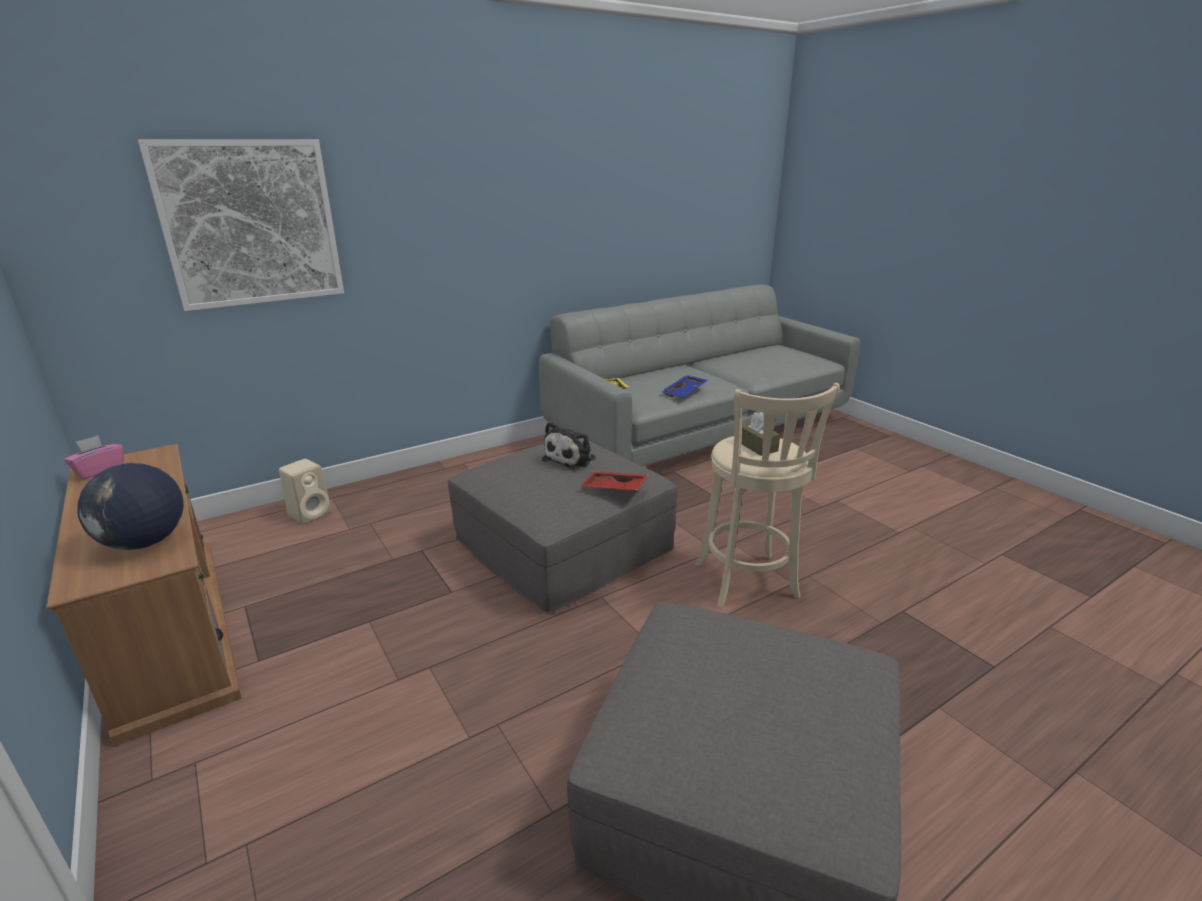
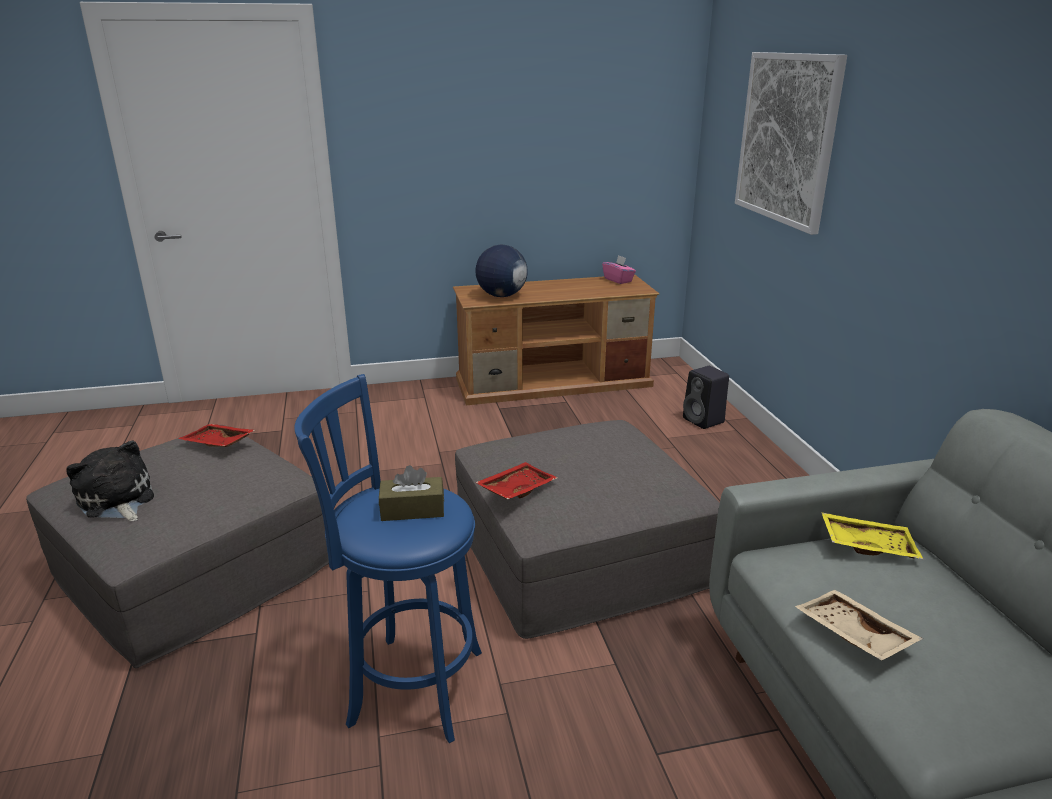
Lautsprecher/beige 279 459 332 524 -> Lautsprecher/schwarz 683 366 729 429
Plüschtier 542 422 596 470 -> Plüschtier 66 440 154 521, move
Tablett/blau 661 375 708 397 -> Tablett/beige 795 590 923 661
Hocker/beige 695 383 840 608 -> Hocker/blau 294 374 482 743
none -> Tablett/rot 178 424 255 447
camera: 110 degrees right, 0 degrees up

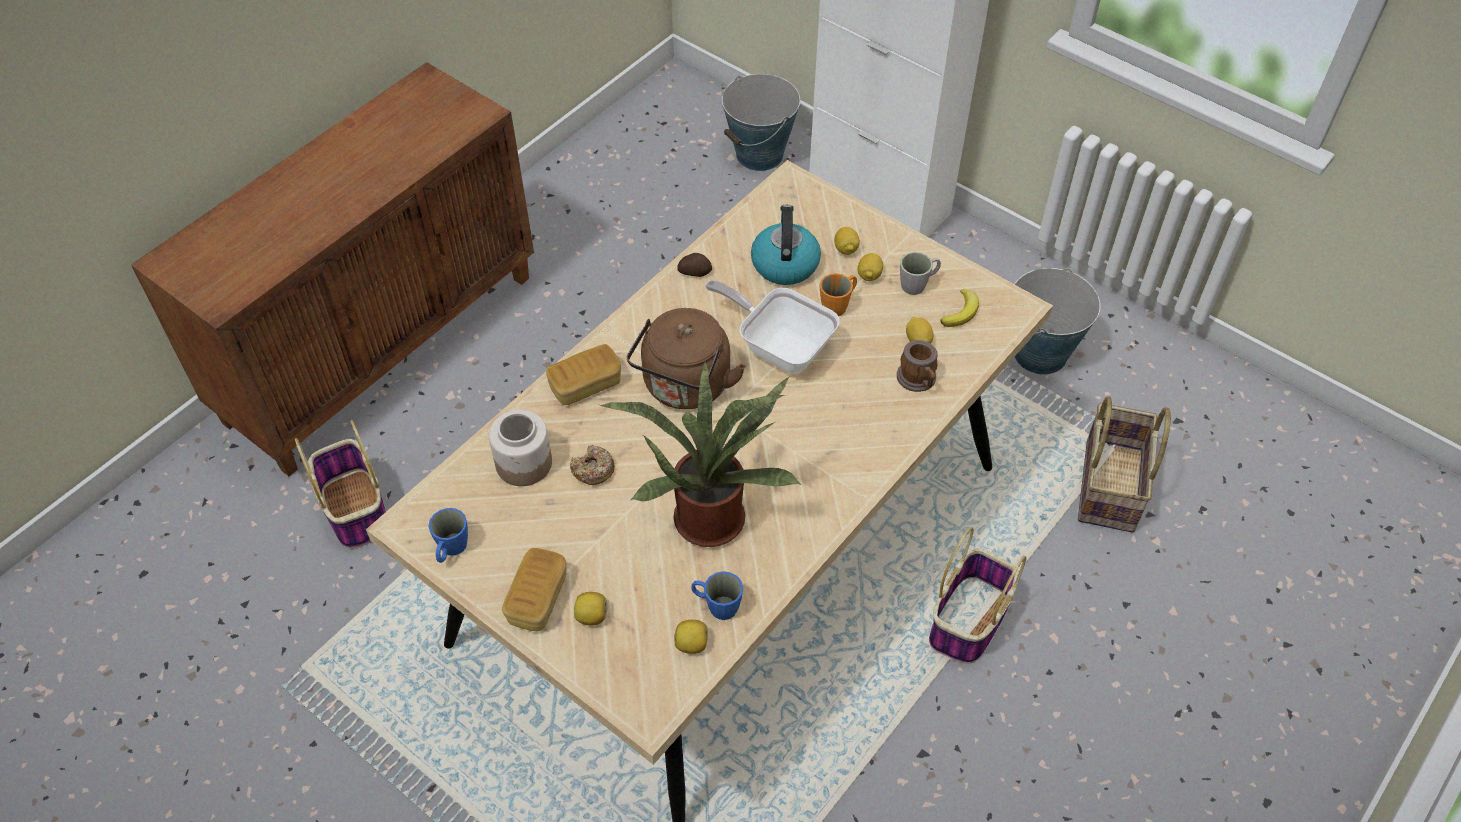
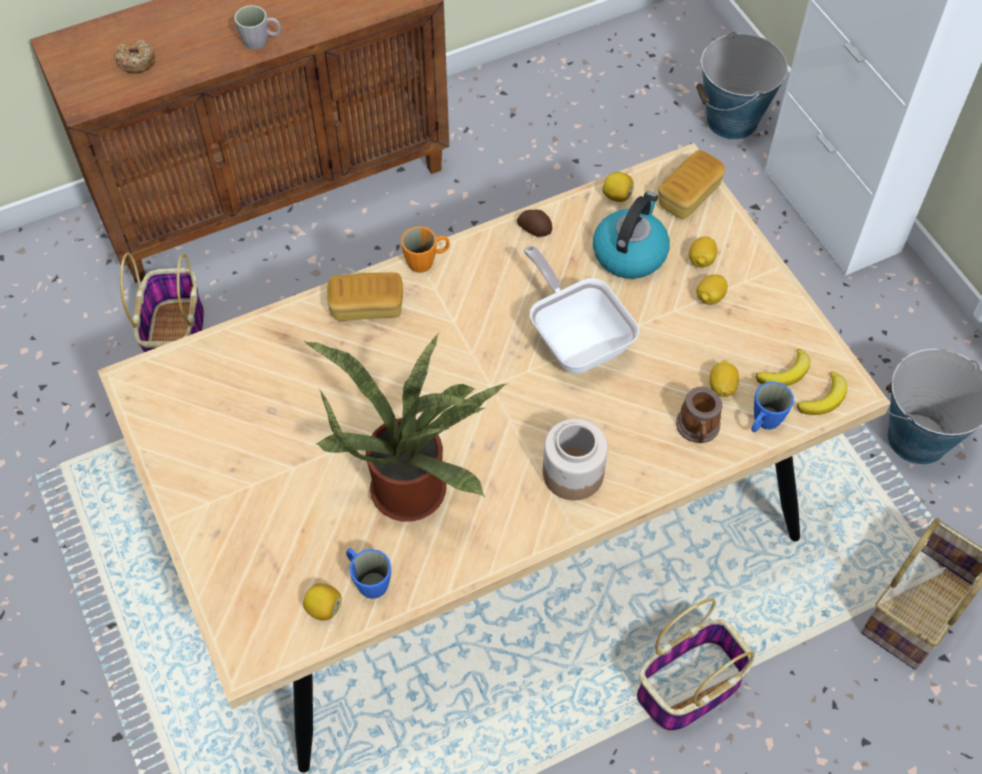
Henkelbecher/blau 428 508 468 563 -> Henkelbecher/blau 751 381 794 432, move
Vorratsglas 489 410 552 486 -> Vorratsglas 543 419 608 500, move
Brot 502 548 567 631 -> Brot 658 150 725 219, move
Donut 570 445 615 485 -> Donut 115 40 155 74, move
Zitrone 574 592 607 625 -> Zitrone 602 172 634 202, move
Wasserkessel/braun 627 308 746 409 -> none
Henkelbecher/orange 820 273 857 316 -> Henkelbecher/orange 401 226 450 273, move
Henkelbecher/grau 900 252 941 295 -> Henkelbecher/grau 234 5 281 49, move
none -> Banane 797 372 848 415
camera: 25 degrees right, 5 degrees up

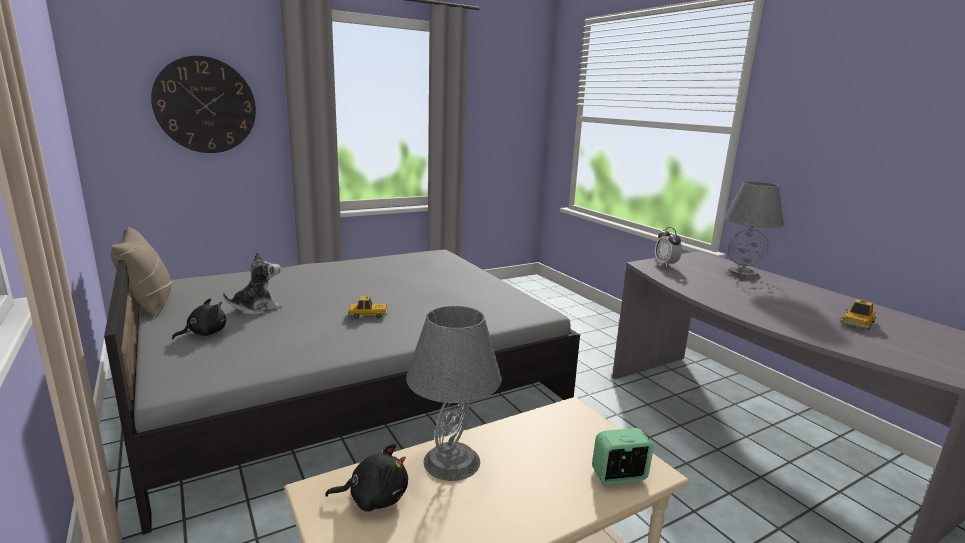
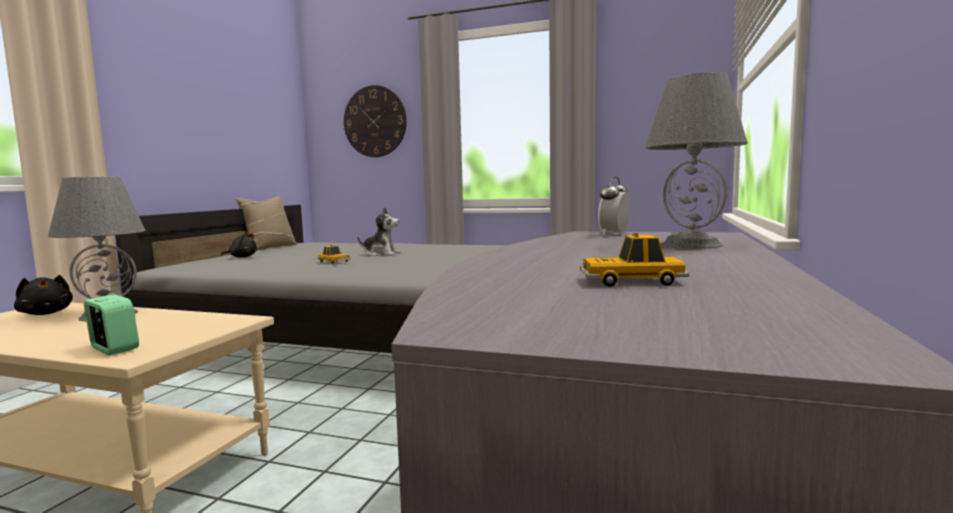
Plüschtier 223 252 282 315 -> Plüschtier 357 207 400 256, move
camera: 50 degrees right, 10 degrees down

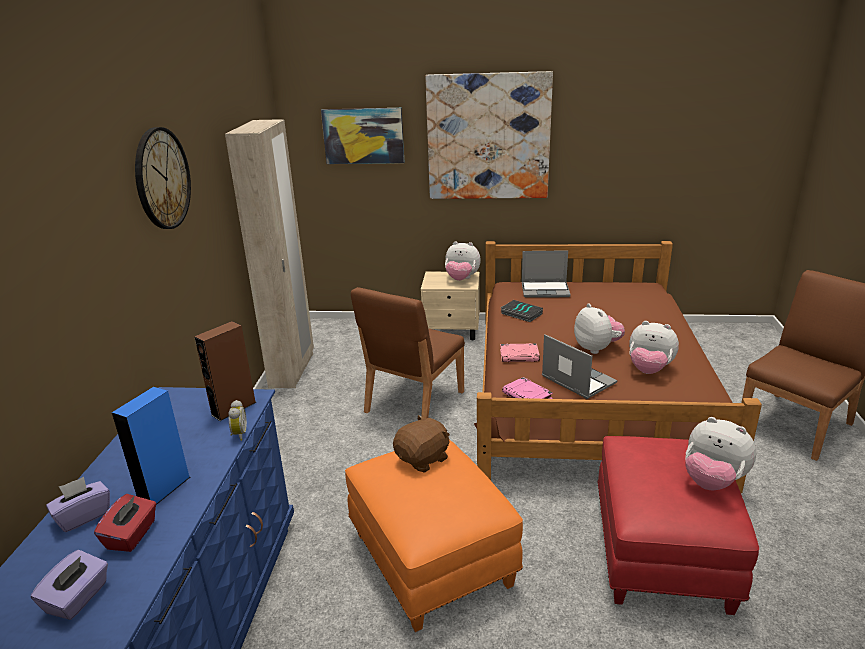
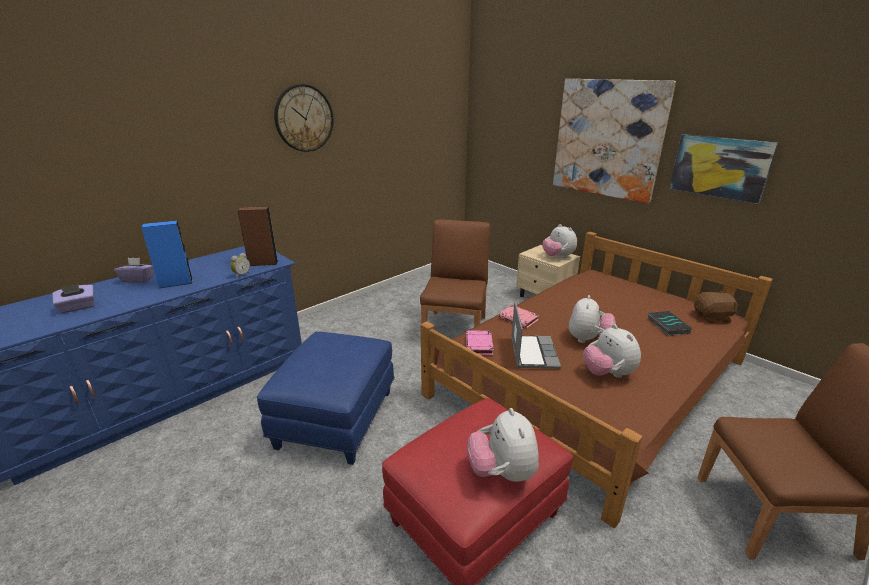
Taschentuchbox/rot 94 494 156 552 -> none
Kleiderschrank/beige 225 119 314 388 -> none
Bild 321 108 404 164 -> Bild 669 134 779 204, move
Polsterhocker/orange 345 439 523 632 -> Polsterhocker/blau 257 332 394 465
Stuhl/braun 351 287 465 418 -> Stuhl/braun 420 220 490 327, 120 degrees clockwise
Plüschtier/braun 393 415 450 473 -> Plüschtier/braun 694 291 739 323, move
Buch 500 300 543 322 -> Buch 647 311 692 336, move
Laptop 522 250 571 298 -> none
camera: 40 degrees right, 0 degrees up

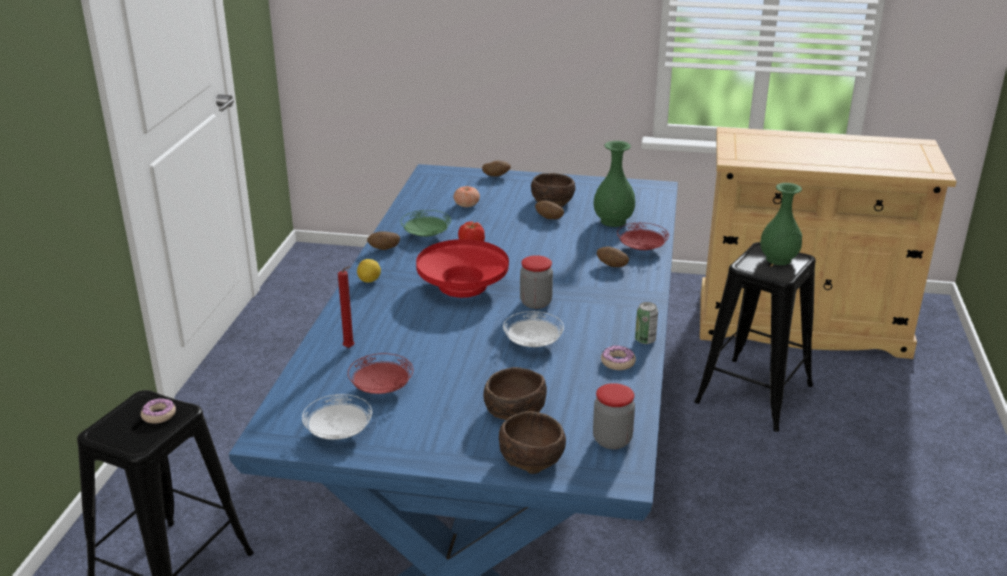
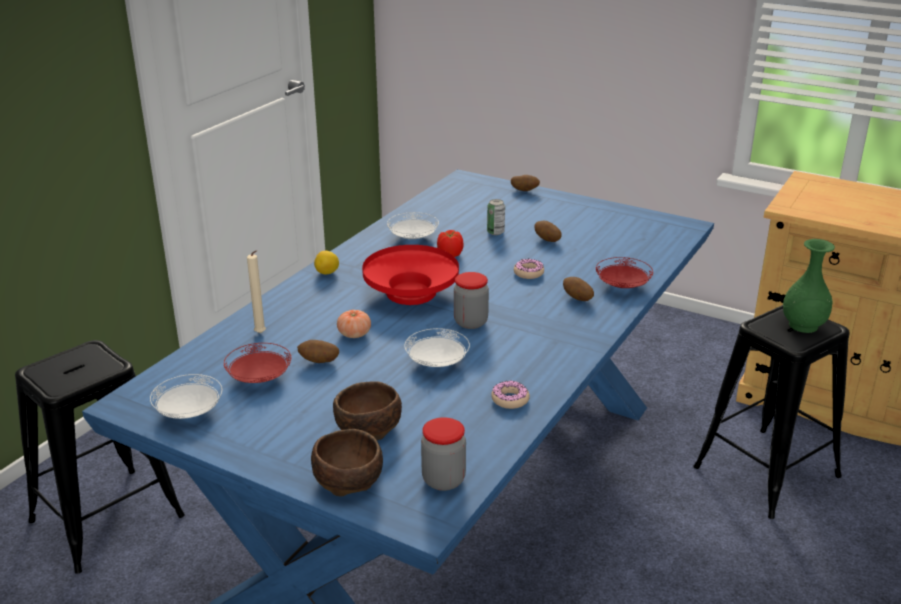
Donut 141 398 176 423 -> Donut 514 259 544 279, move
Kerze/rot 338 266 355 348 -> Kerze/beige 247 250 266 334
Kartoffel 367 232 400 250 -> Kartoffel 297 340 339 363, move
Teller/grün 401 210 451 237 -> Teller/weiß 387 212 439 239
Tomate 453 186 480 207 -> Tomate 337 310 371 338, move
Schüssel/braun 531 173 575 207 -> none
Vase/grün 594 141 635 227 -> none
Dose 635 302 658 344 -> Dose 487 199 505 235, move
camera: 20 degrees right, 0 degrees up

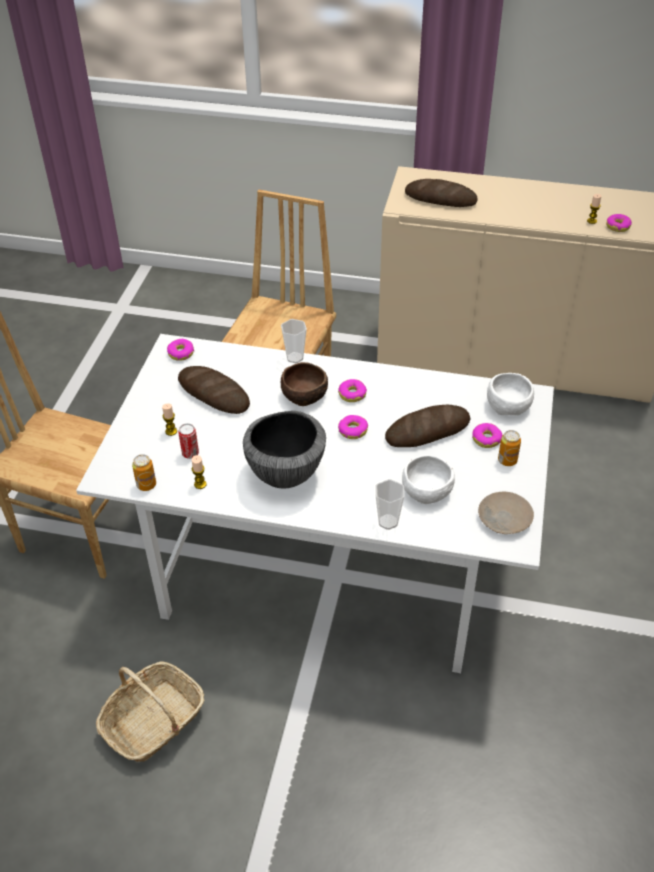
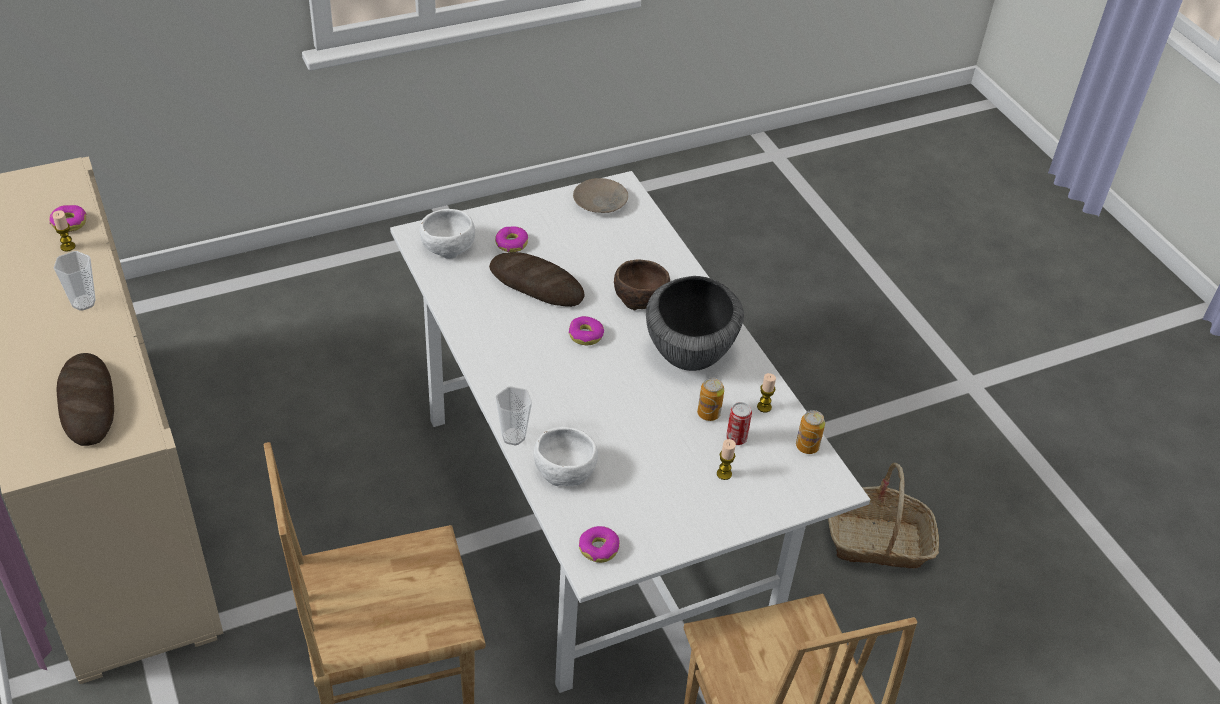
Brot 178 366 250 414 -> none
Schüssel/braun 281 362 328 406 -> Schüssel/braun 614 259 670 310, move
Donut 338 379 367 402 -> none
Tasse 375 479 404 530 -> Tasse 54 251 96 311, move
Schüssel/weiß 402 455 455 504 -> Schüssel/weiß 534 427 598 486, move
Dose 498 430 521 466 -> Dose 697 377 724 421, move
camera: 130 degrees left, 0 degrees up

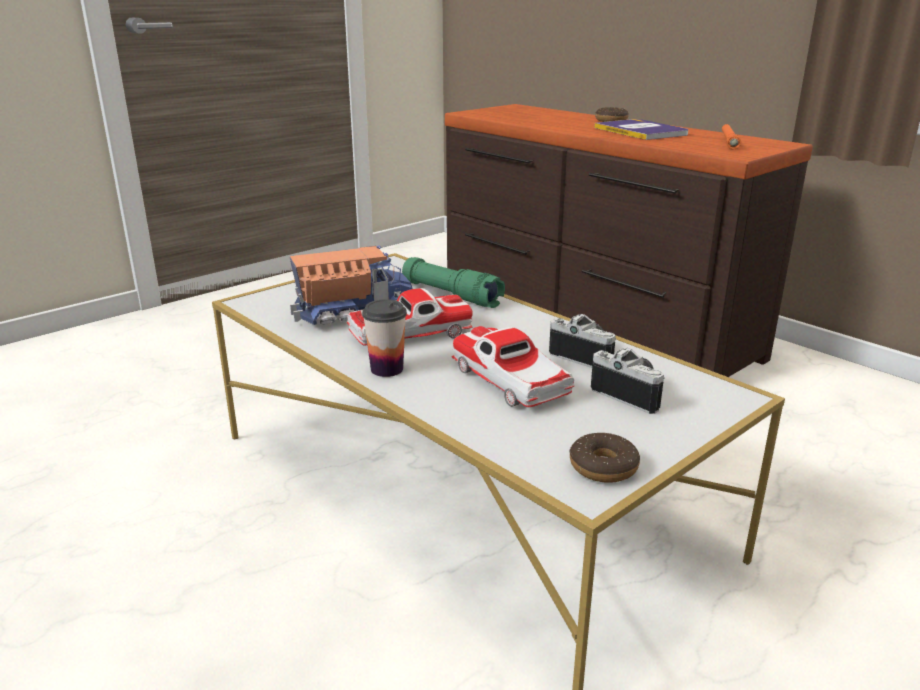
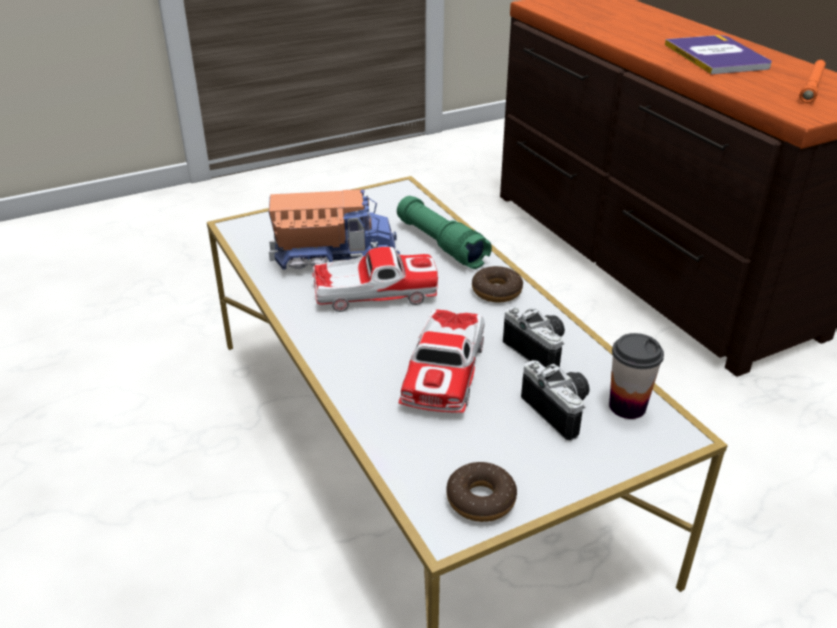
Tasse 362 299 407 377 -> Tasse 609 333 664 419, move
Spielzeugauto 451 326 575 407 -> Spielzeugauto 398 309 485 413, 150 degrees counterclockwise
Donut 595 107 629 122 -> Donut 472 266 523 303, move
camera: 15 degrees right, 10 degrees up

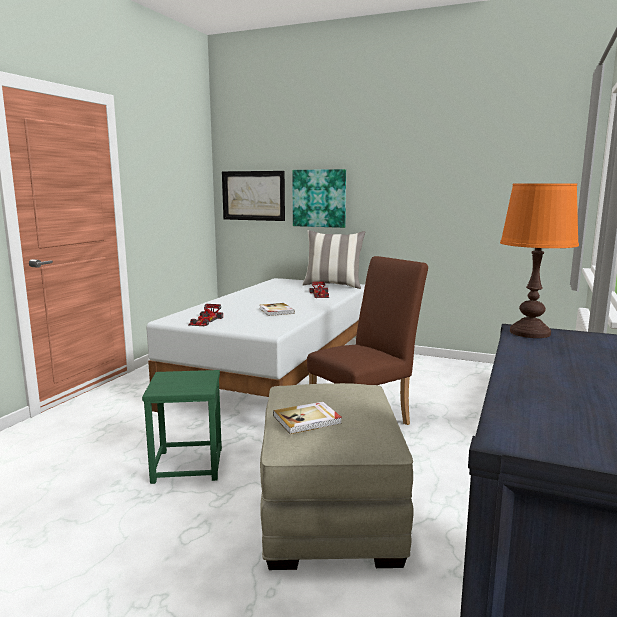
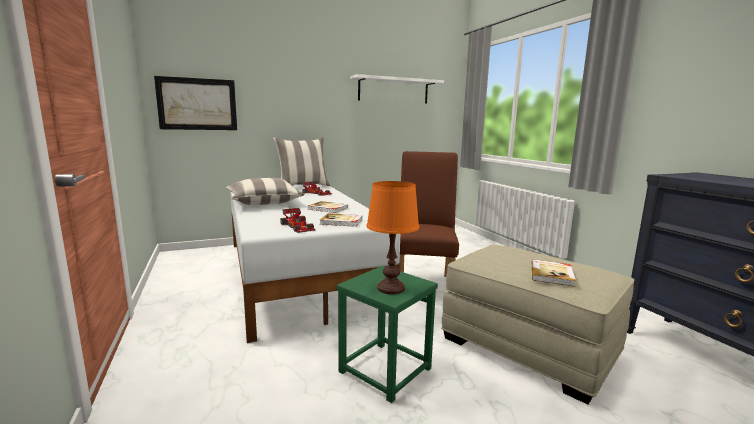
Bild 292 169 346 228 -> none
Tischlampe/orange 500 183 579 338 -> Tischlampe/orange 366 181 419 295, move
none -> Kissen 226 178 305 205
none -> Buch 320 213 362 227
none -> Wandregal/weiß 350 74 444 104
camera: 45 degrees left, 0 degrees up

